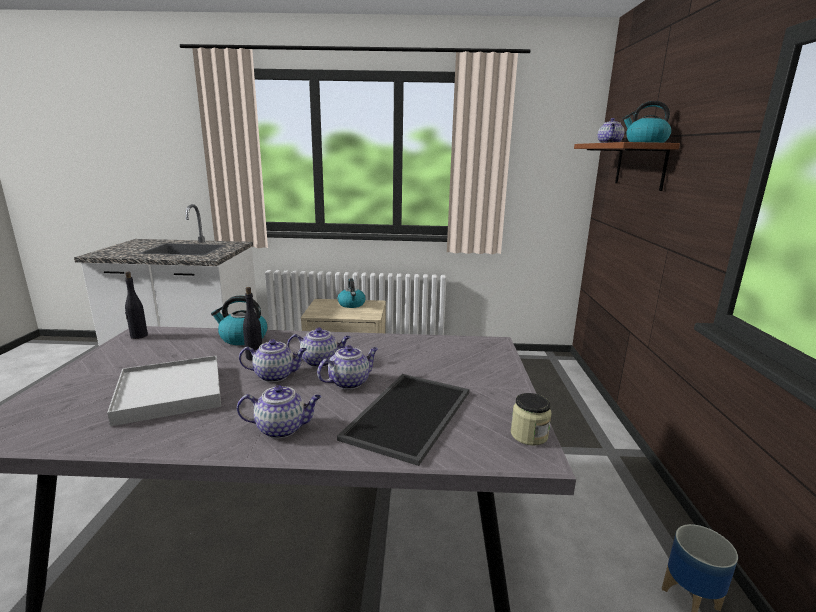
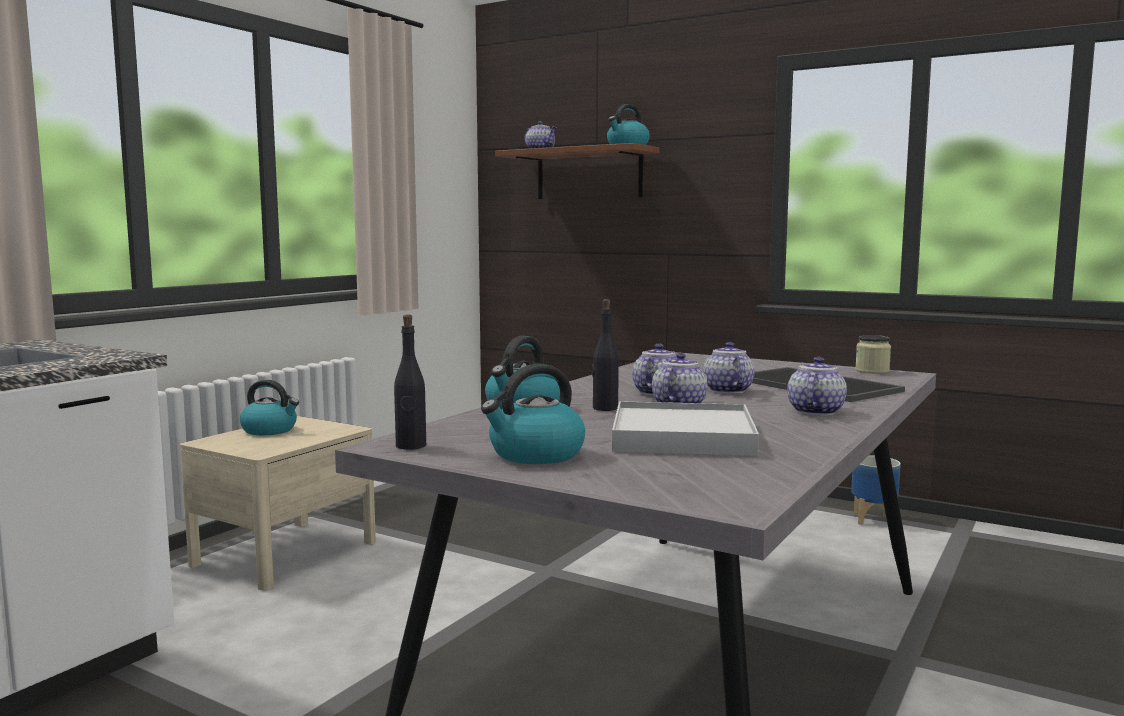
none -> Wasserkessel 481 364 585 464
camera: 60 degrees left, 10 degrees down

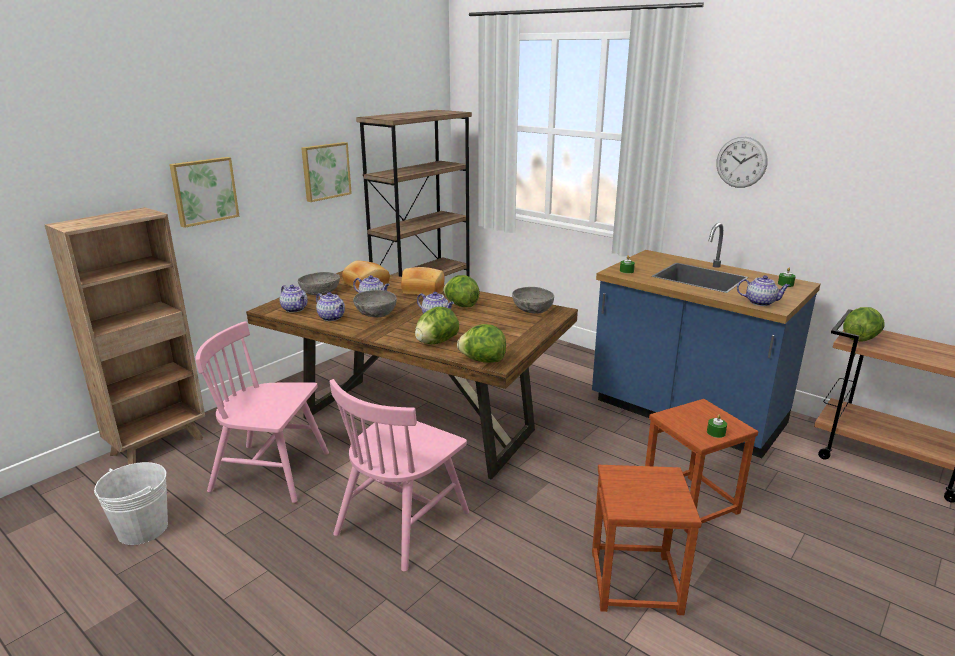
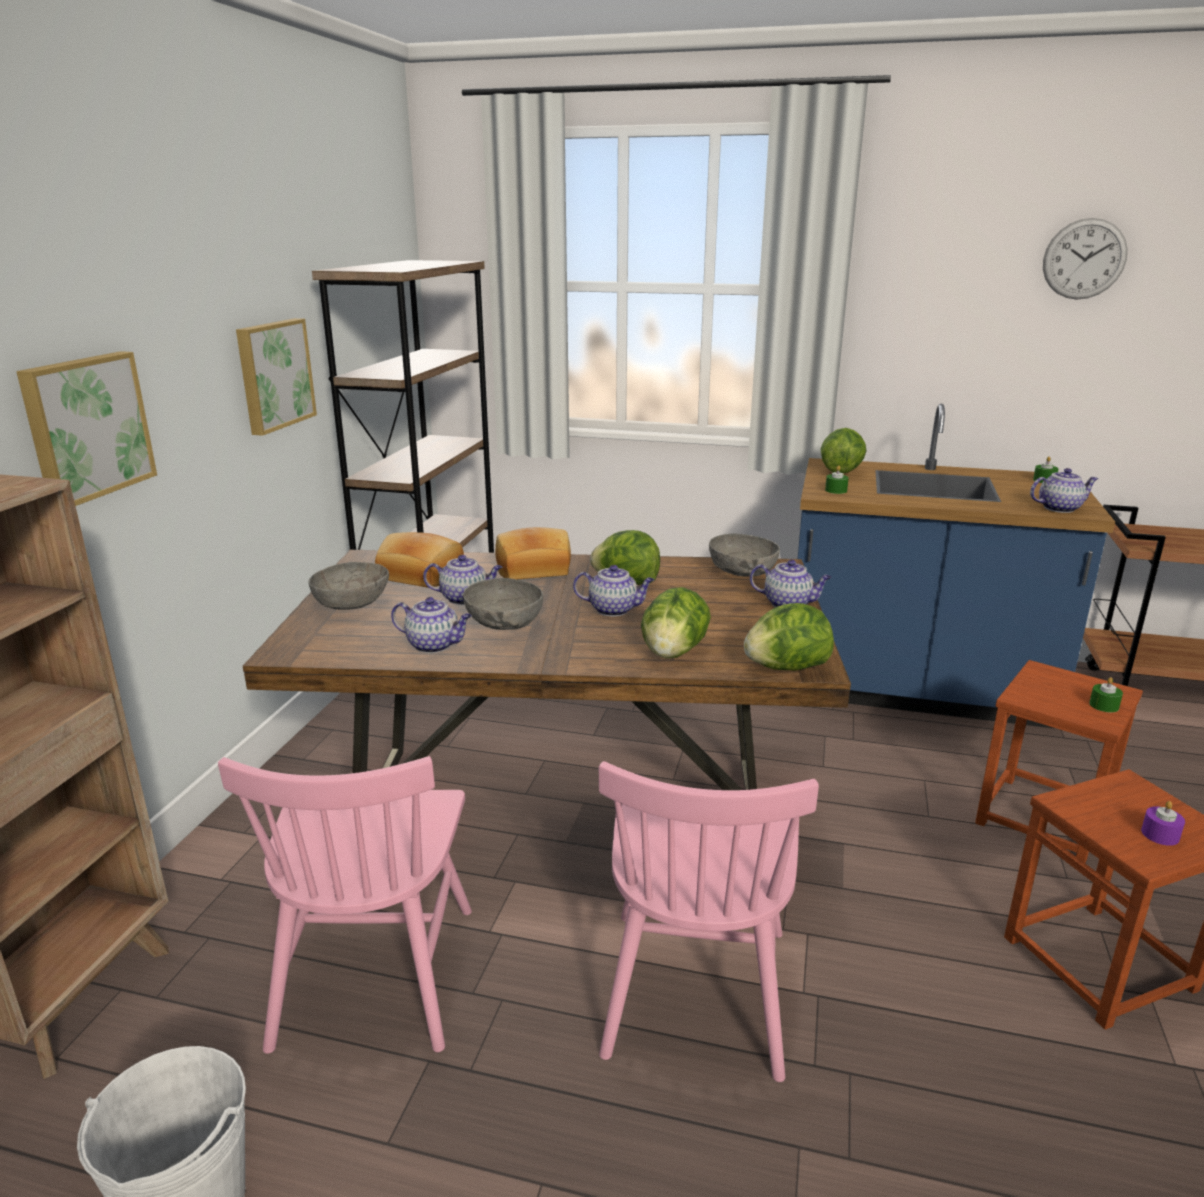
Stuhl/rosa 195 321 329 503 -> Stuhl/rosa 218 756 472 1054, 75 degrees counterclockwise
Teekanne 280 285 308 313 -> Teekanne 750 560 832 607, move
Wanduhr 716 137 768 188 -> Wanduhr 1043 218 1128 299, move
Salatkopf 843 307 884 341 -> Salatkopf 821 428 866 473, move
none -> Kerze/lila 1141 801 1185 846
camera: 25 degrees left, 0 degrees up

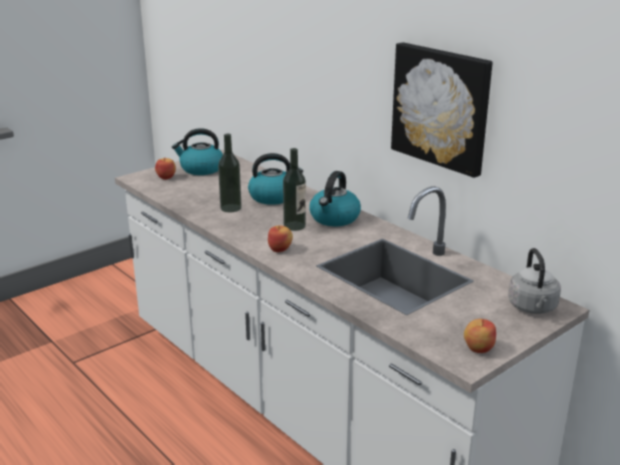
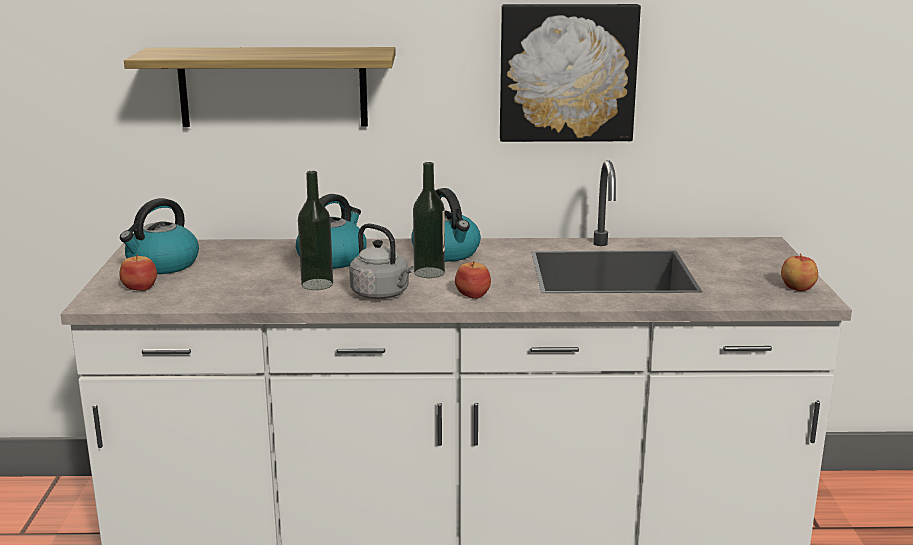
Wasserkessel/grau 508 248 561 314 -> Wasserkessel/grau 349 224 414 299, move
none -> Wandregal 124 47 396 127
camera: 50 degrees left, 5 degrees down

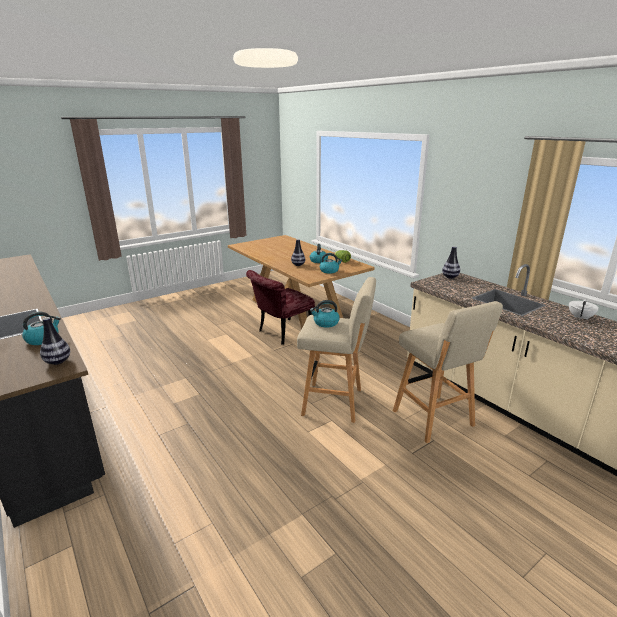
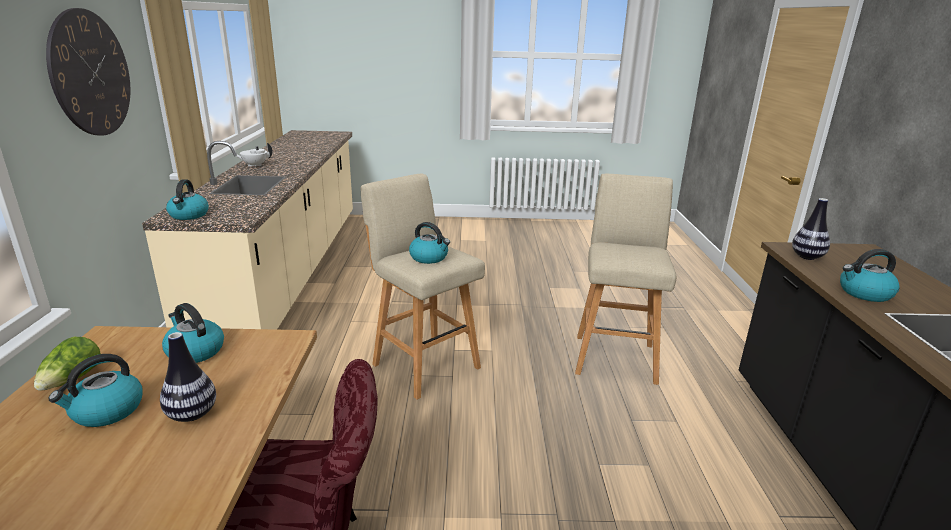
Hocker/beige 393 301 503 443 -> Hocker/beige 575 174 676 385, move
Vase 442 246 460 279 -> Wasserkessel 166 179 209 220
none -> Wanduhr 46 8 130 135
camera: 145 degrees left, 0 degrees up

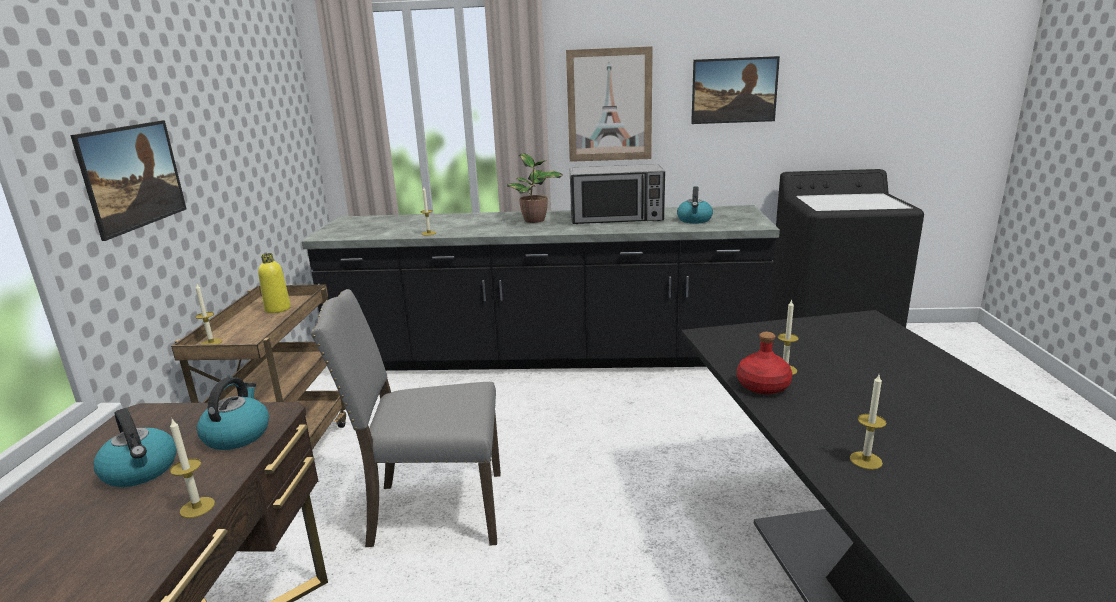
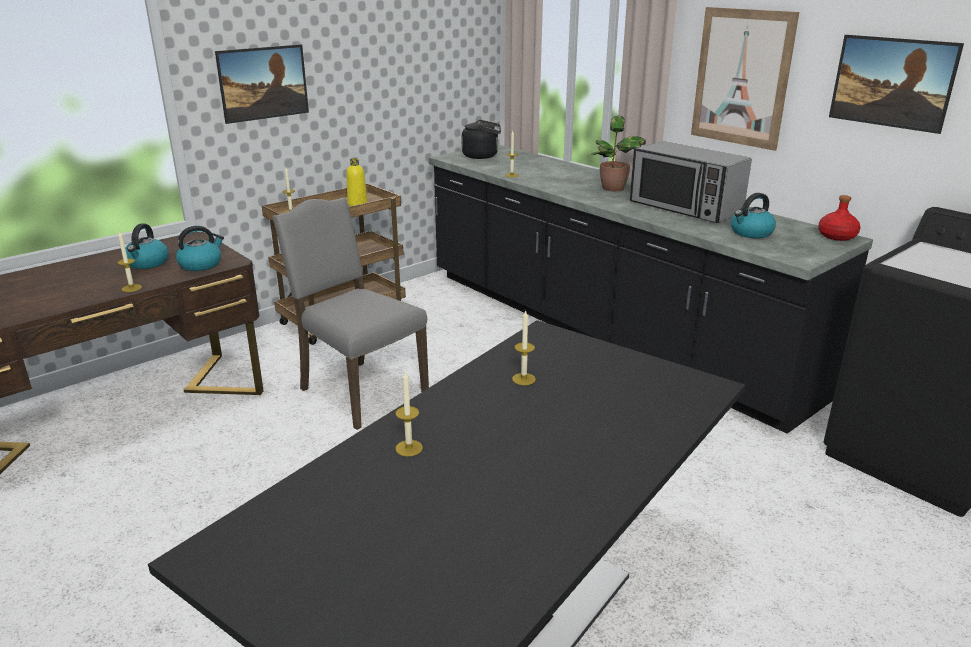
Flasche/rot 737 332 793 395 -> Flasche/rot 818 195 860 241, move
none -> Wasserkessel/schwarz 462 120 501 159
camera: 45 degrees right, 5 degrees up

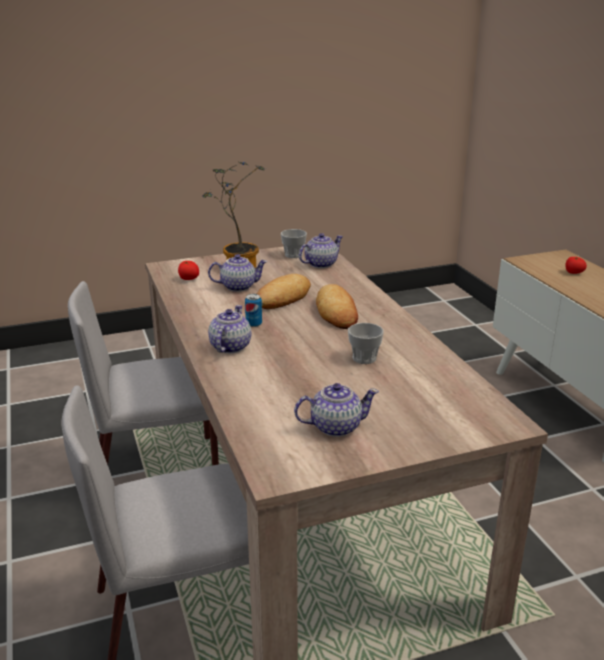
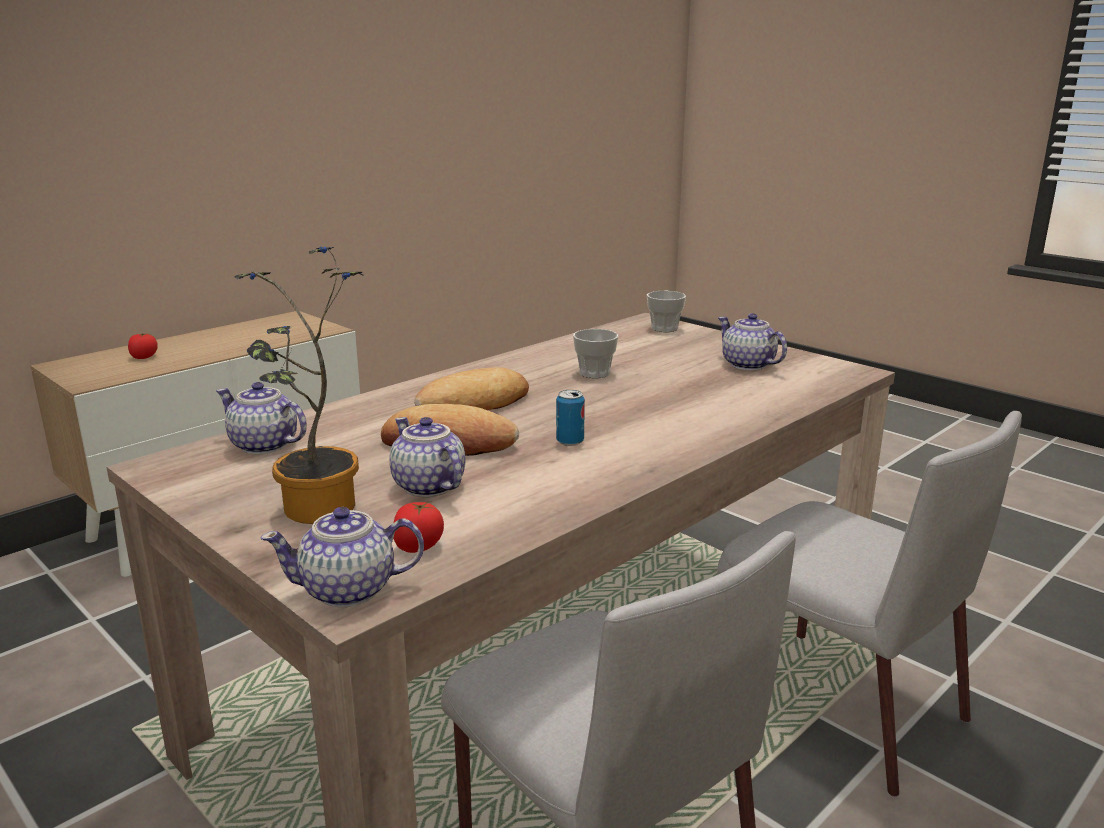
Teekanne 208 305 251 353 -> Teekanne 260 507 424 607, move
Tasse 281 229 307 258 -> Tasse 647 291 686 332, move
camera: 115 degrees left, 5 degrees down

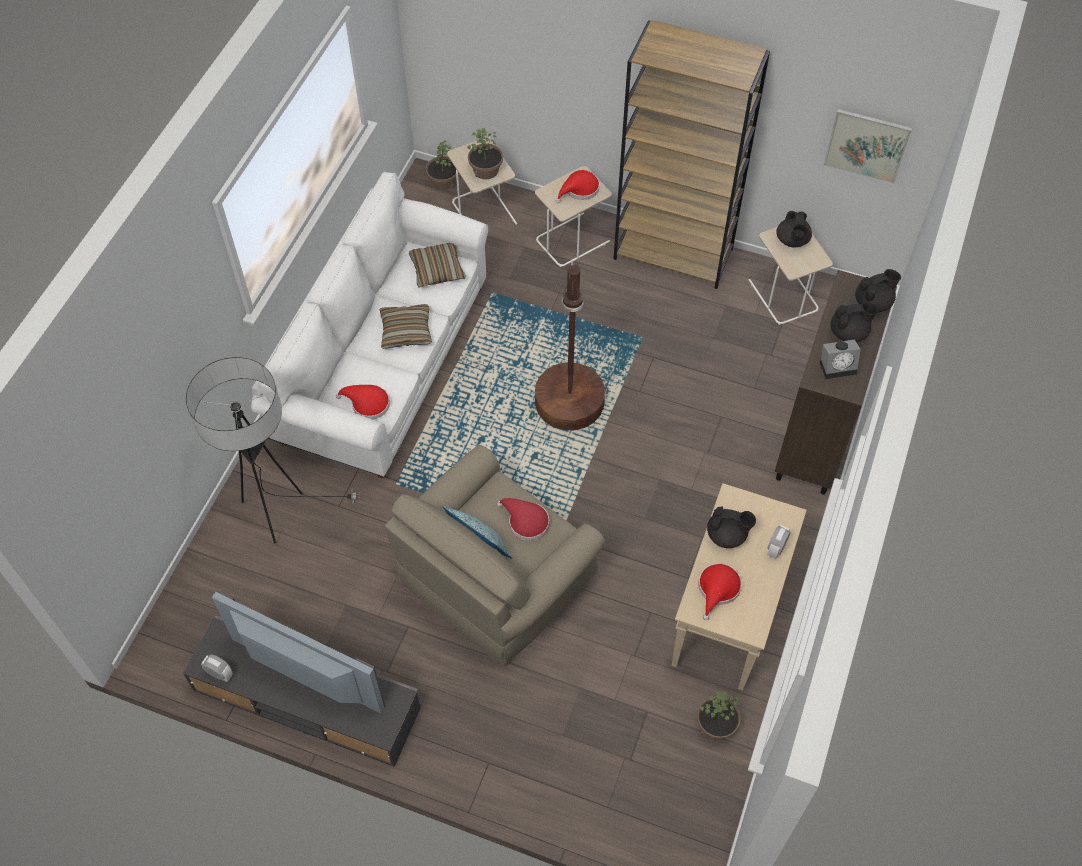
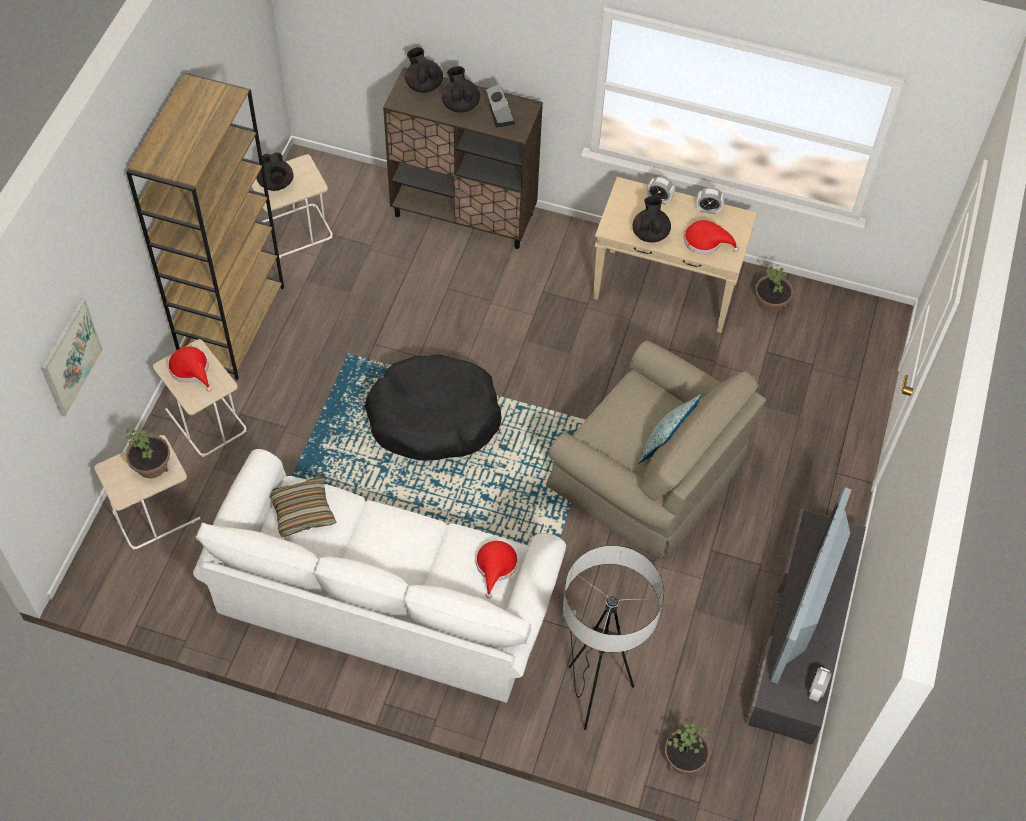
Kissen 380 304 432 349 -> none
Topfpflanze 426 140 456 190 -> Topfpflanze 665 723 710 774, move
Hut/rot 497 498 549 541 -> none
Stehlampe/braun 535 261 605 430 -> Hundebett/schwarz 365 354 502 461
Teekanne/schwarz 776 211 812 247 -> Teekanne/schwarz 256 152 293 191, 75 degrees clockwise
Bild 823 109 912 183 -> Bild 41 299 103 416, move
none -> Wecker 696 187 724 214
camera: 95 degrees left, 0 degrees up

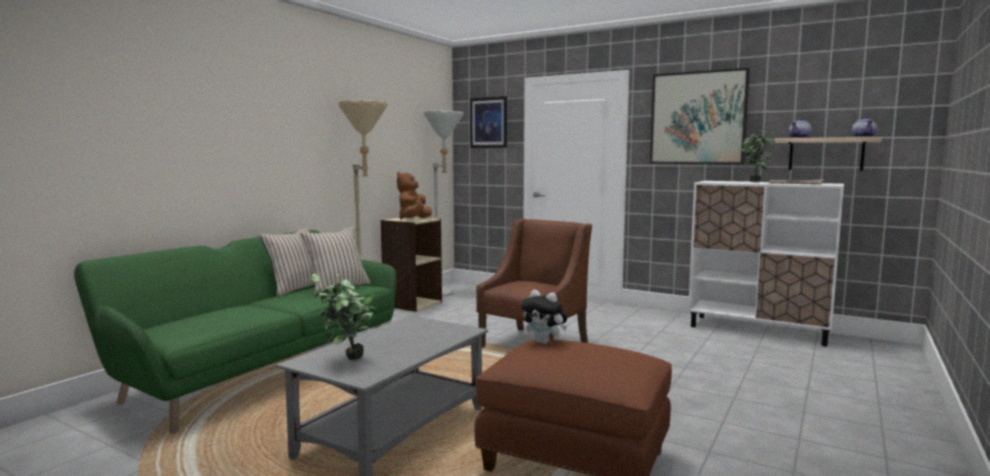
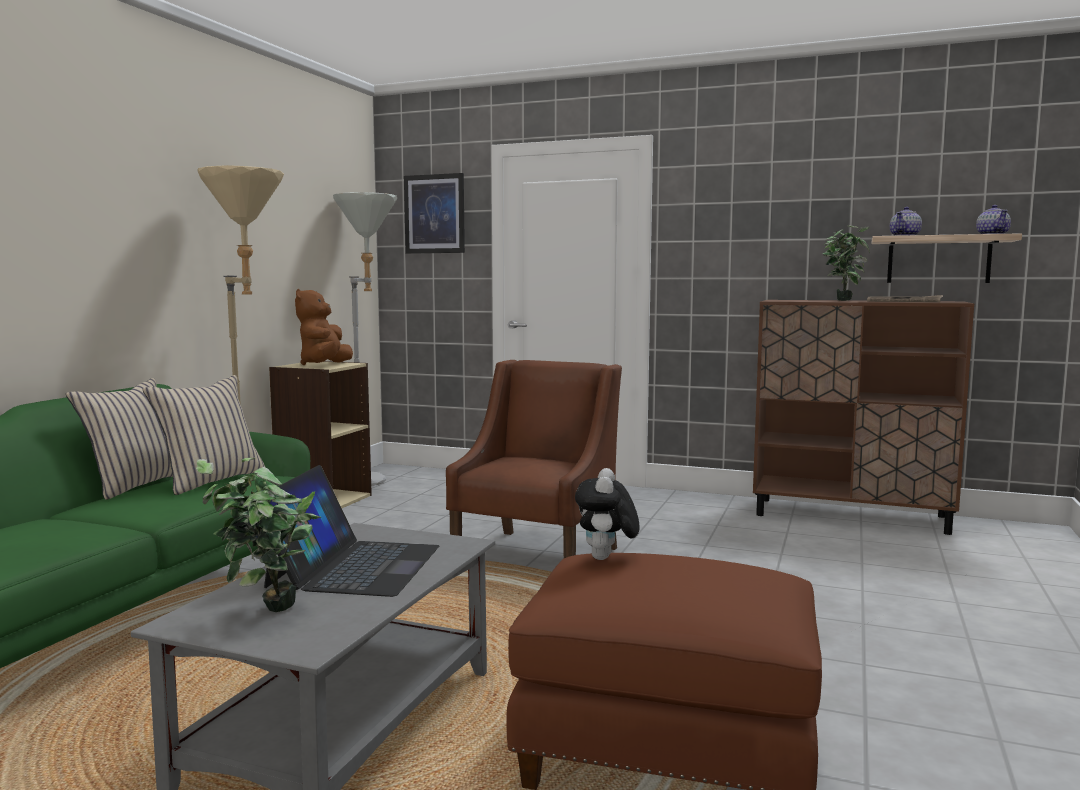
Plüschtier 521 290 567 344 -> Plüschtier 575 468 640 560, 75 degrees clockwise
Bild 650 68 750 164 -> none
Schrank/weiß 688 181 844 346 -> Schrank/braun 753 300 974 535
none -> Laptop 264 465 439 597
camera: 10 degrees left, 0 degrees up

